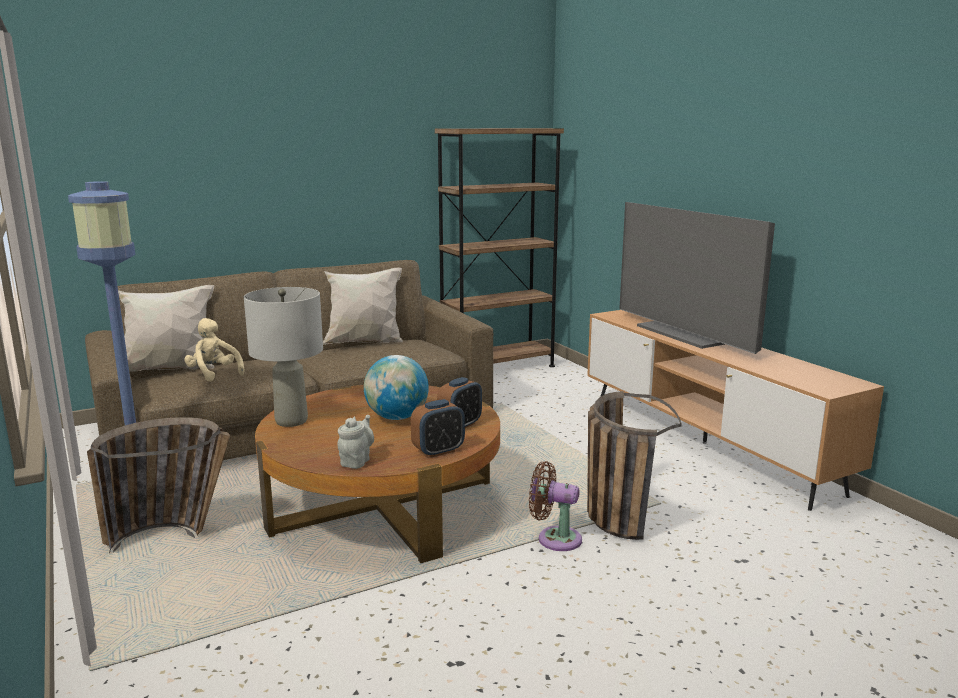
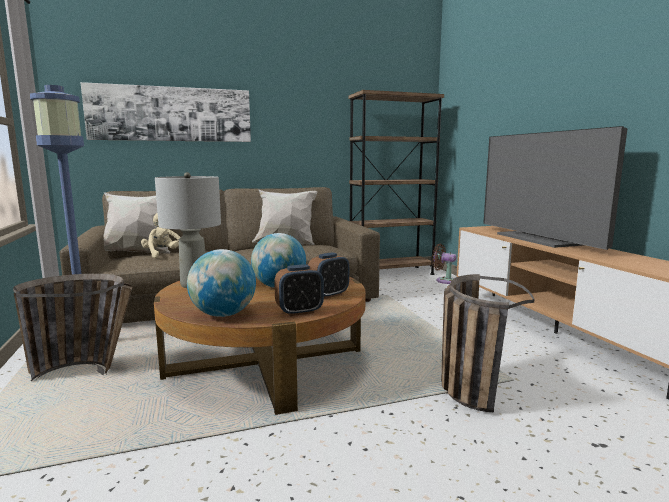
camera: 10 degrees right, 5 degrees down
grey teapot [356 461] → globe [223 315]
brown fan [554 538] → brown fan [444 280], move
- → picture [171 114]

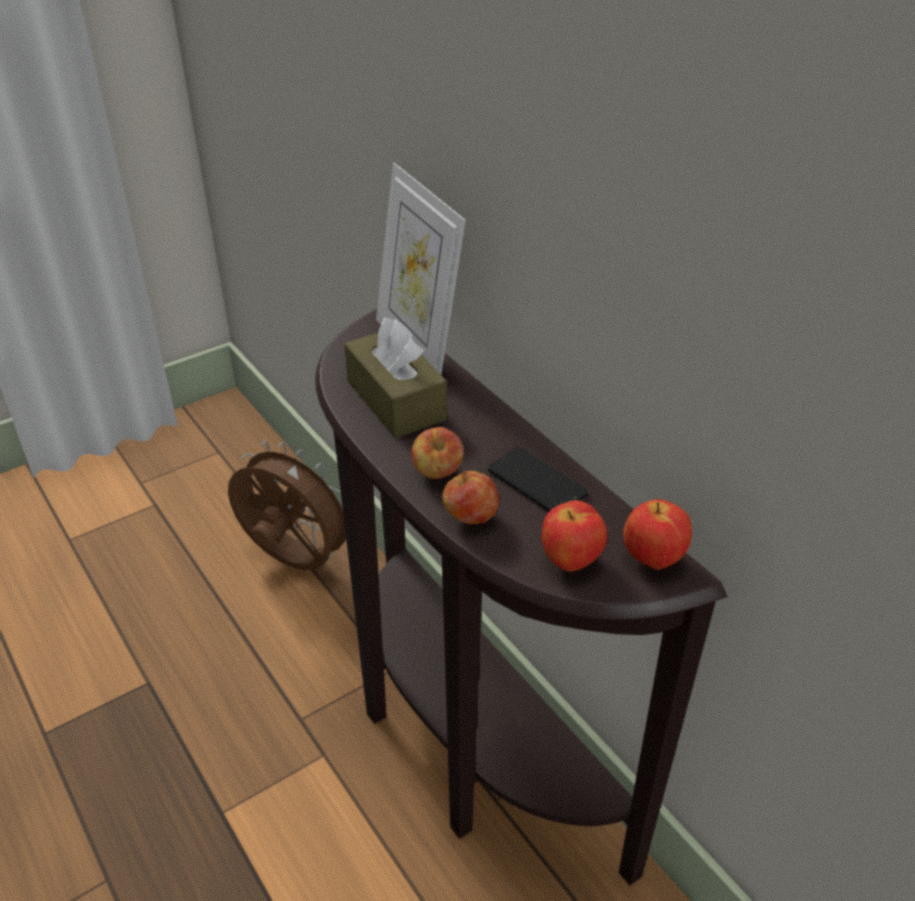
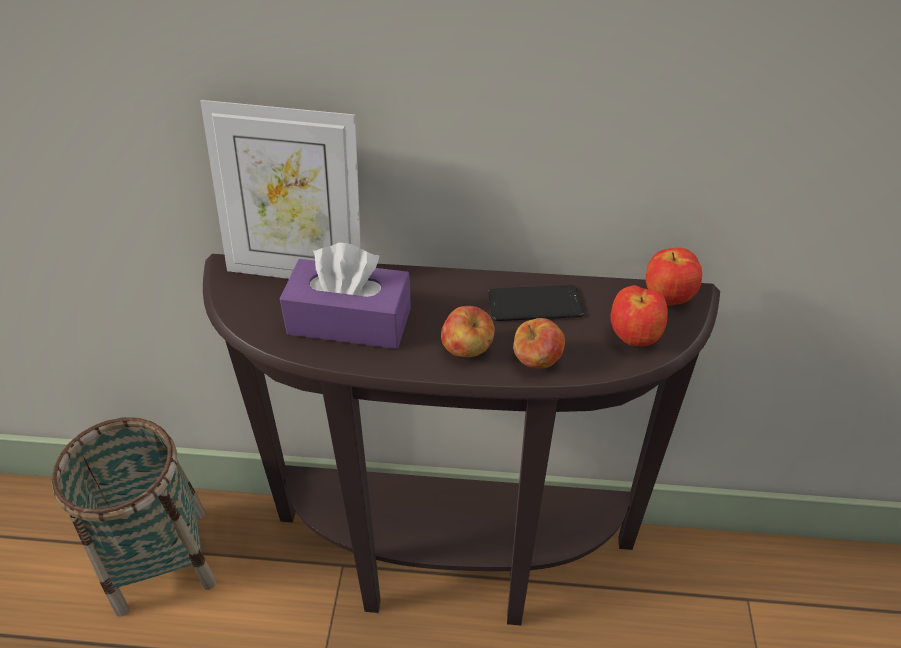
camera: 50 degrees left, 5 degrees up
brown fan [293 561] → basket [162 560]
brown tissue box [396 400] → purple tissue box [349 321]

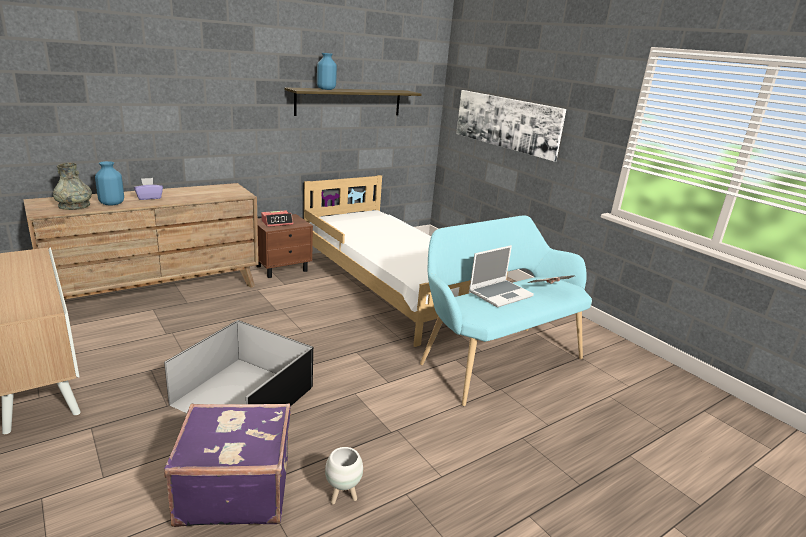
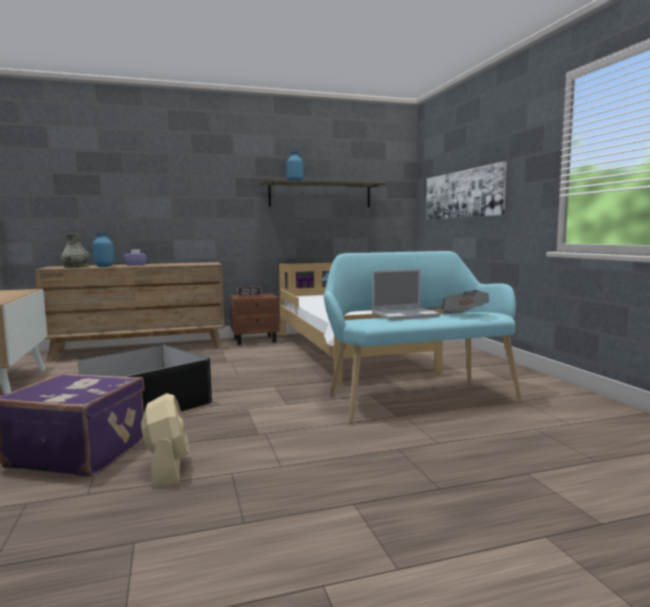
camera: 20 degrees right, 15 degrees down
white planter [342 496] → beige fan [167 468]

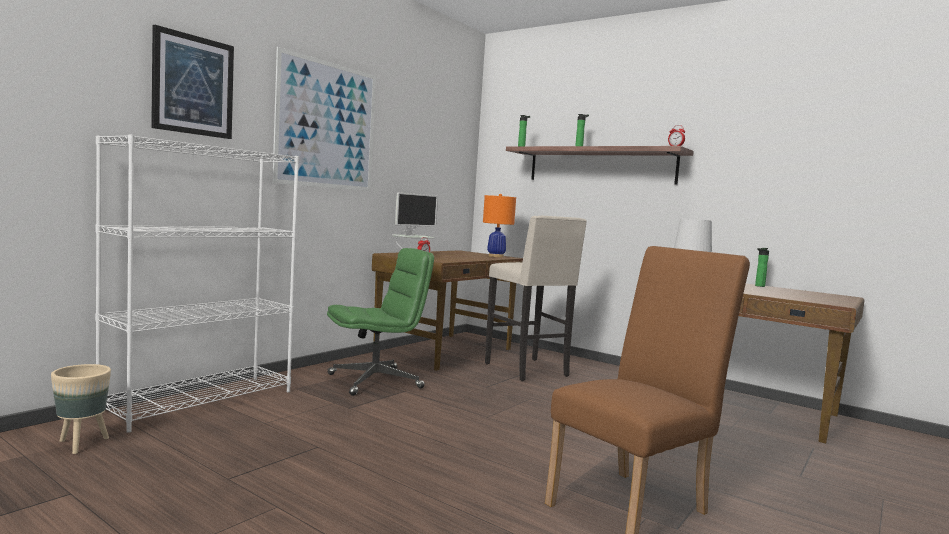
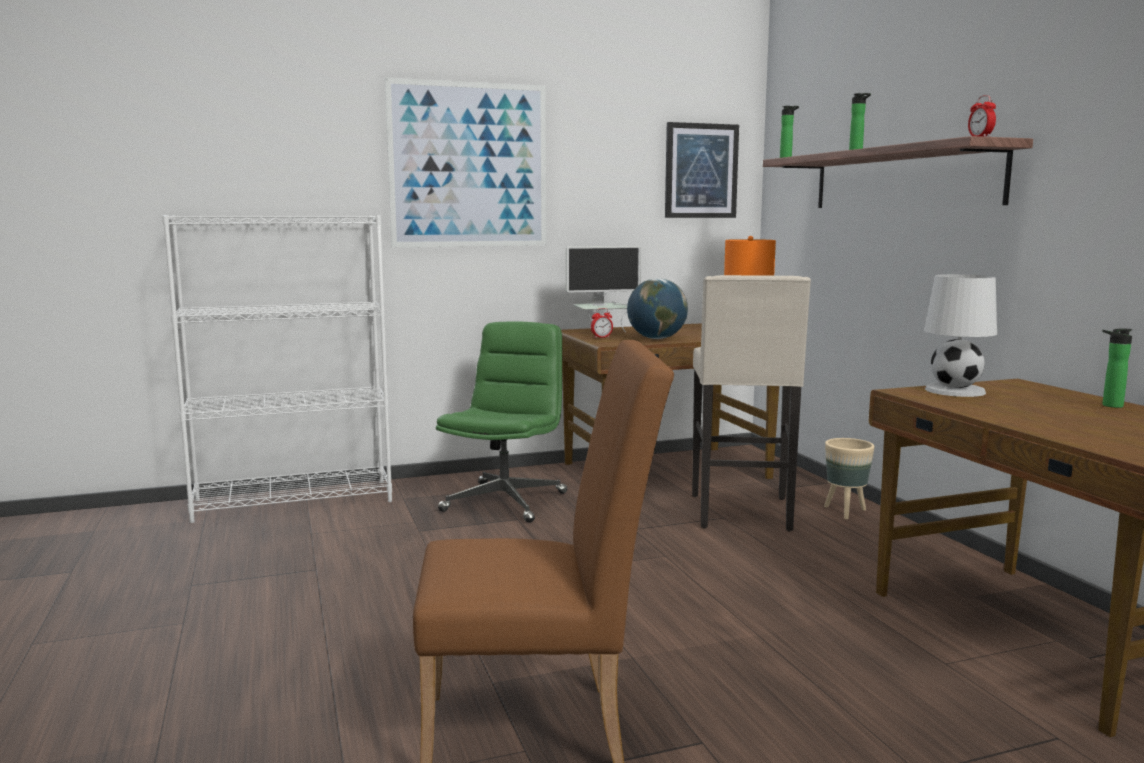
camera: 35 degrees right, 5 degrees up
beige planter [81 444] → beige planter [845 512], move
picture [193 85] → picture [701 171], move
green office chair [376 381] → green office chair [505 501], 75 degrees counterclockwise
- → globe [656 338]

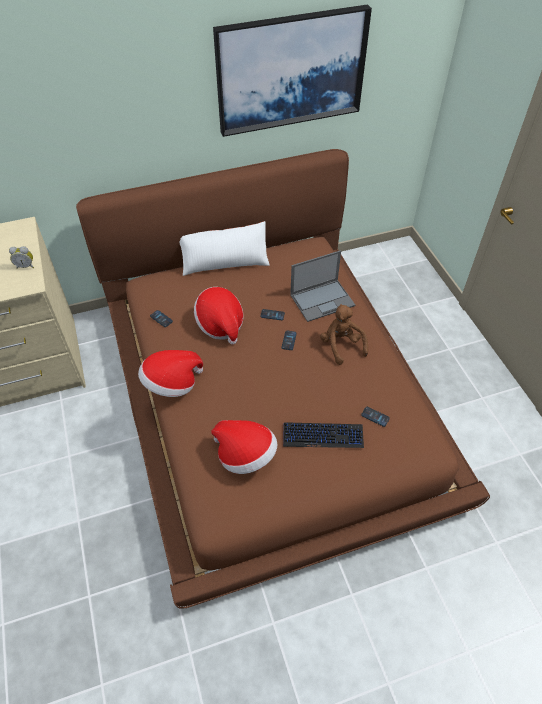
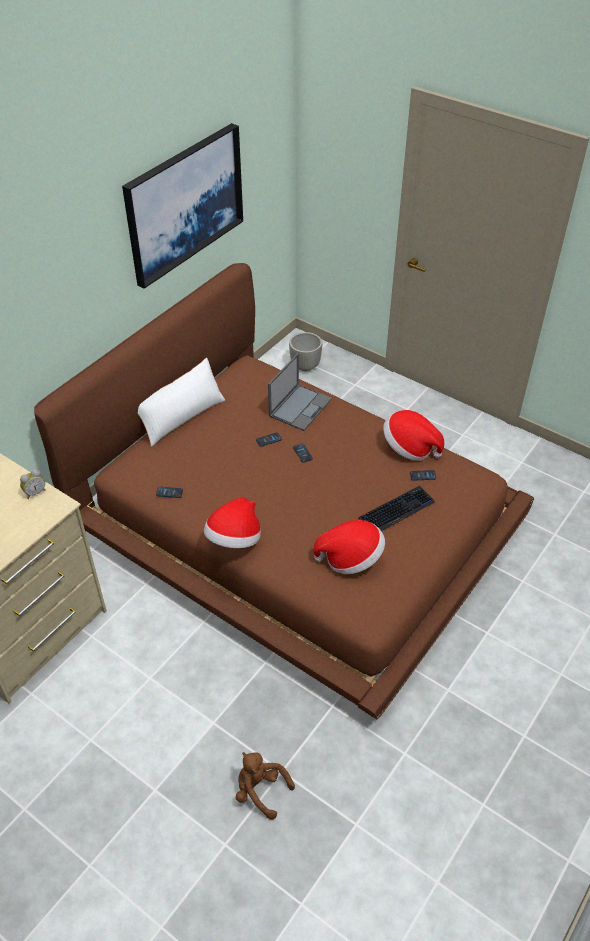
camera: 35 degrees left, 5 degrees down
hat [220 324] → hat [409 448], move
brown plush toy [341 345] → brown plush toy [260 791], move
- → grey planter [305 366]

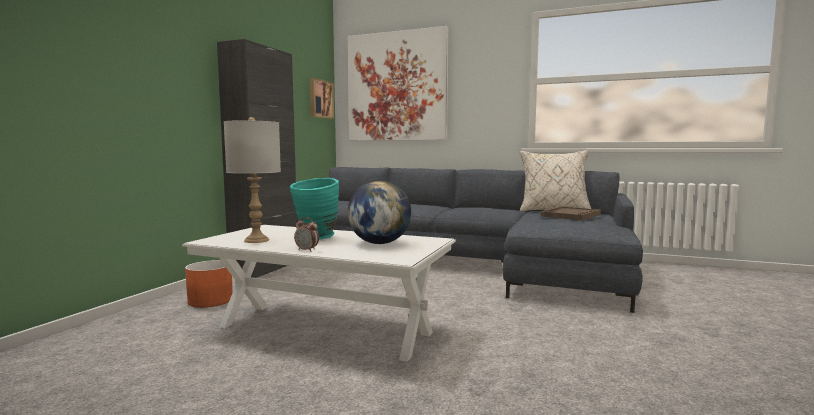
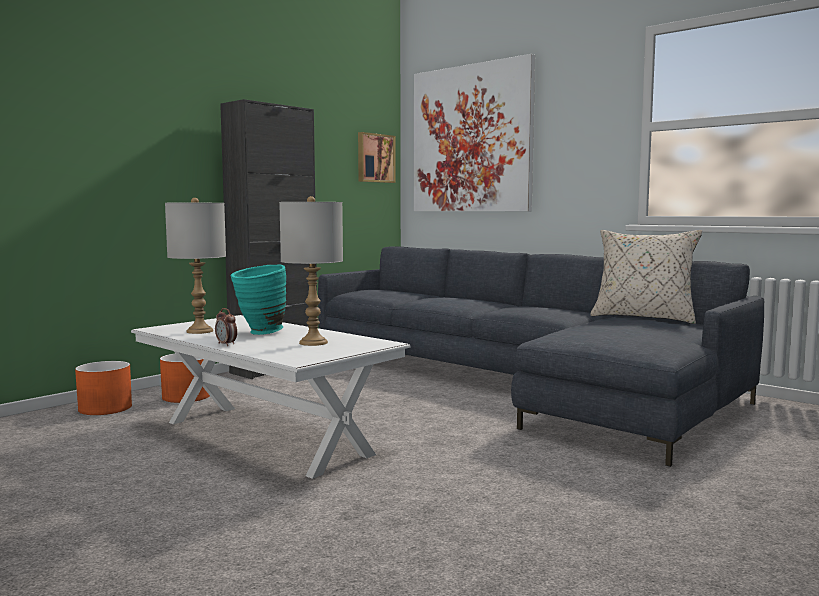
camera: 20 degrees right, 0 degrees up
globe [379 243] → grey table lamp [313 342]
brown tray [570 215] → -
- → orange planter [105 408]

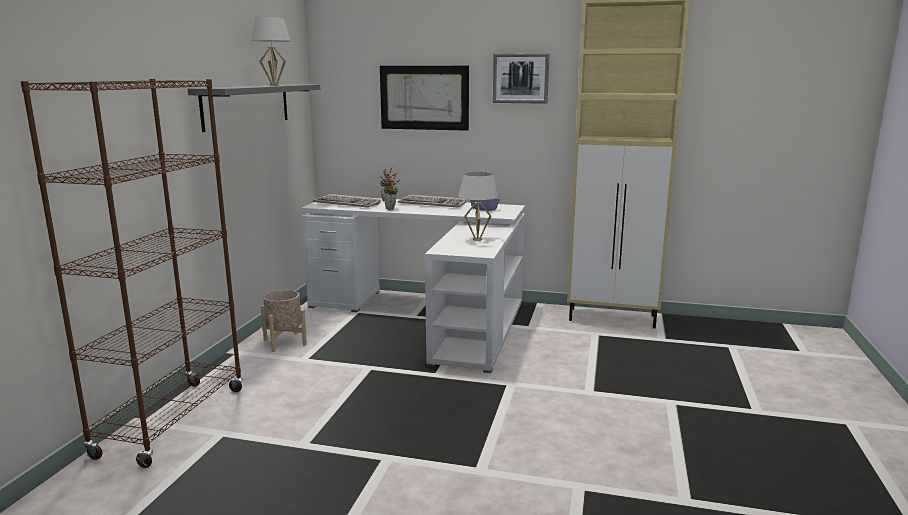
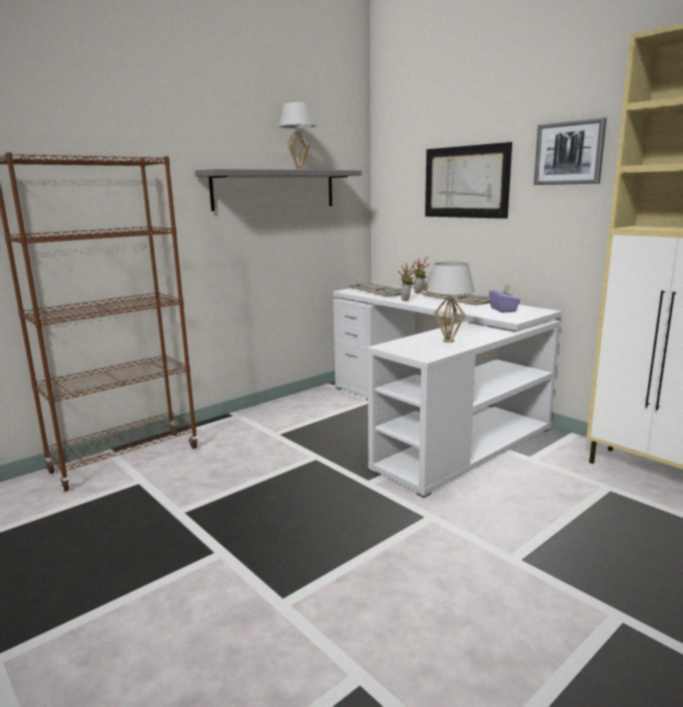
camera: 35 degrees right, 0 degrees up
beige planter [285 342] → -

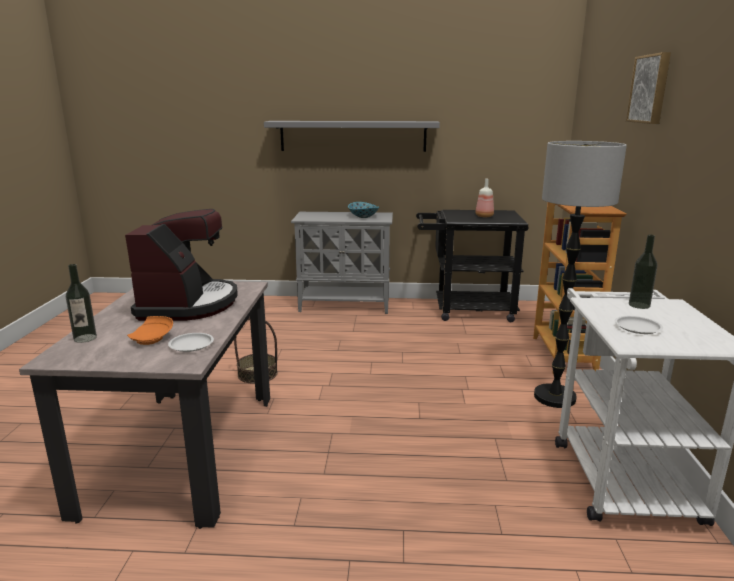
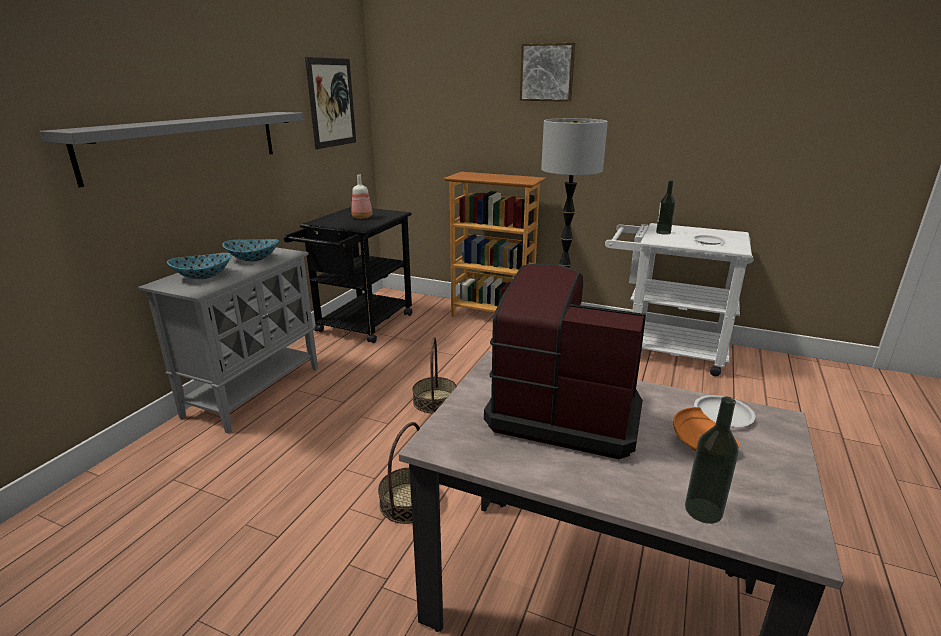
camera: 70 degrees left, 5 degrees up
- → bowl [203 276]
- → picture [332 103]
- → basket [435 401]

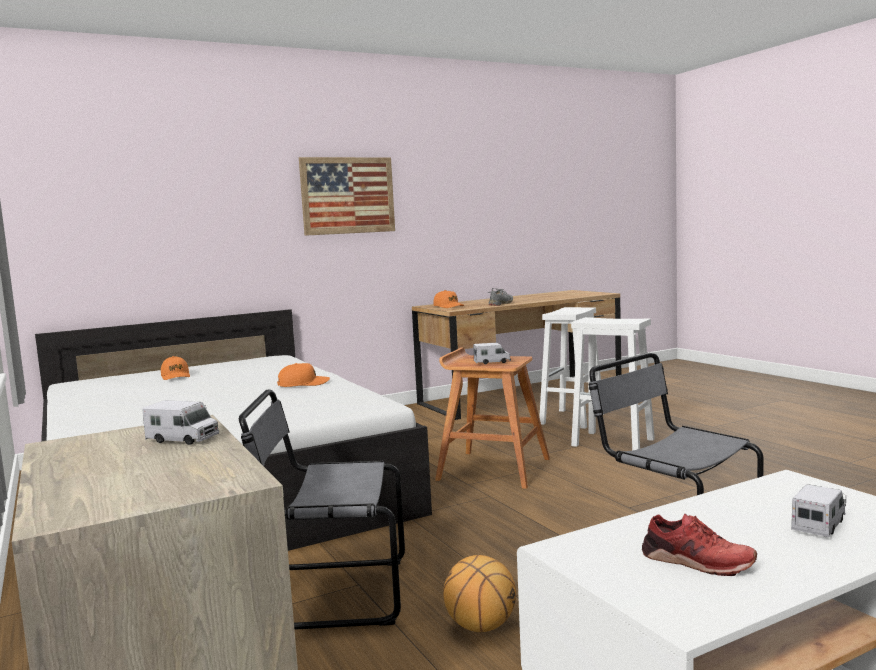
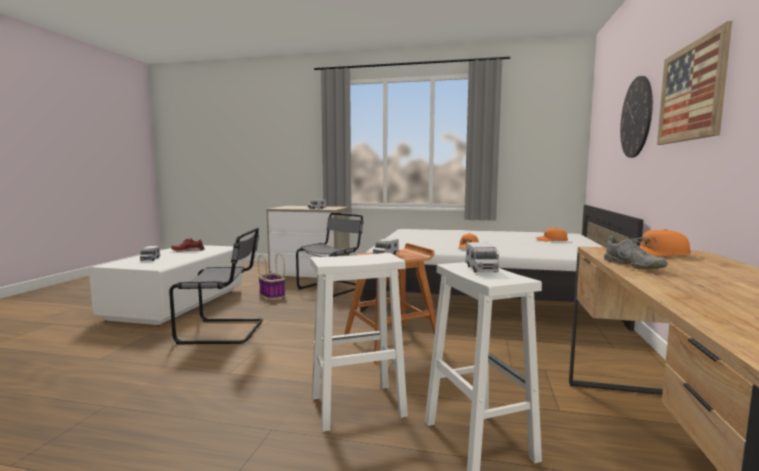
camera: 130 degrees right, 0 degrees up
basketball [481 627] → basket [271 294]
- → toy truck [481 269]
- → wall clock [636 117]

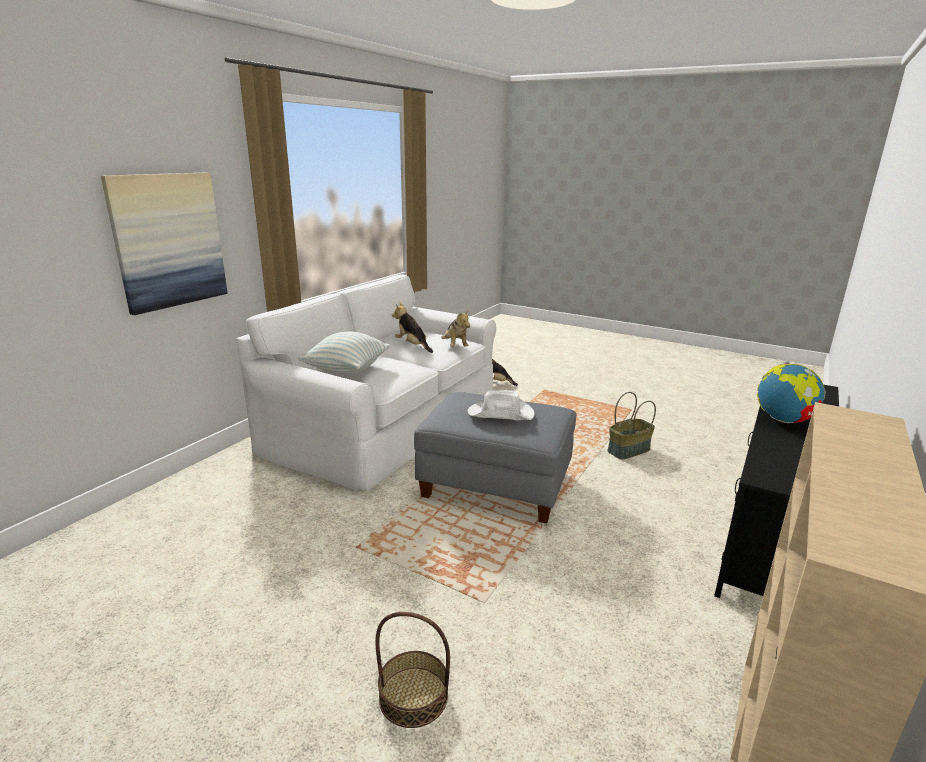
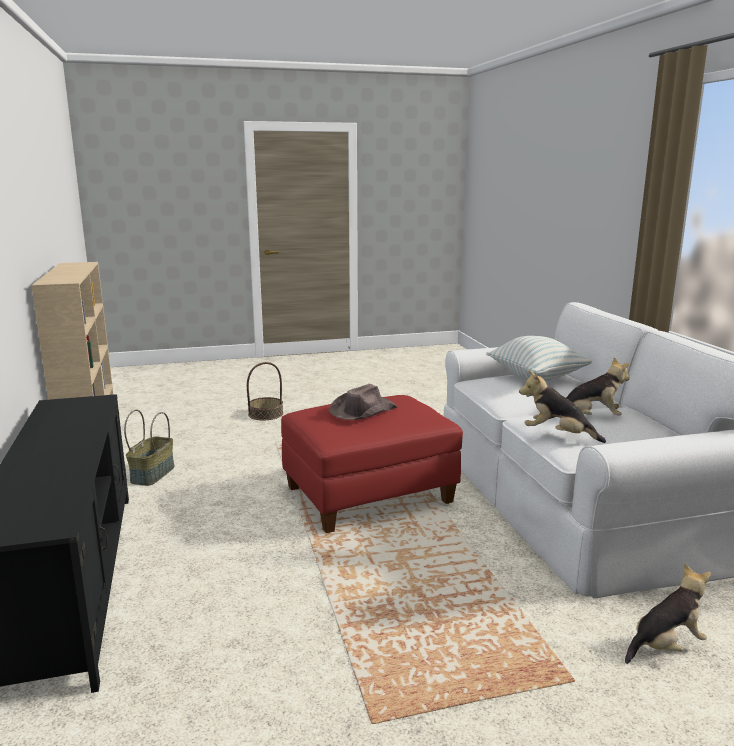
camera: 135 degrees right, 5 degrees down
picture [168 241] → -
grey ottoman [495 486] → red ottoman [368 495]
white hat [501 414] → brown hat [362 410]
basket [629 450] → basket [152 474], move
globe [784 420] → -

